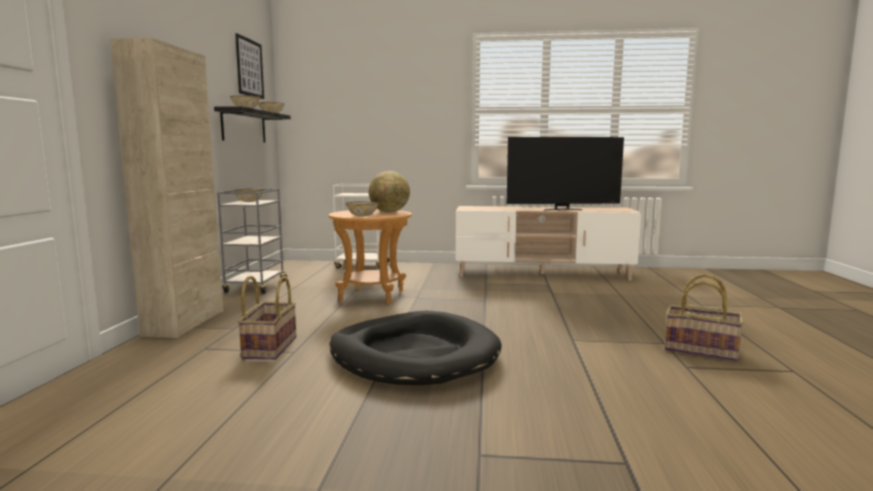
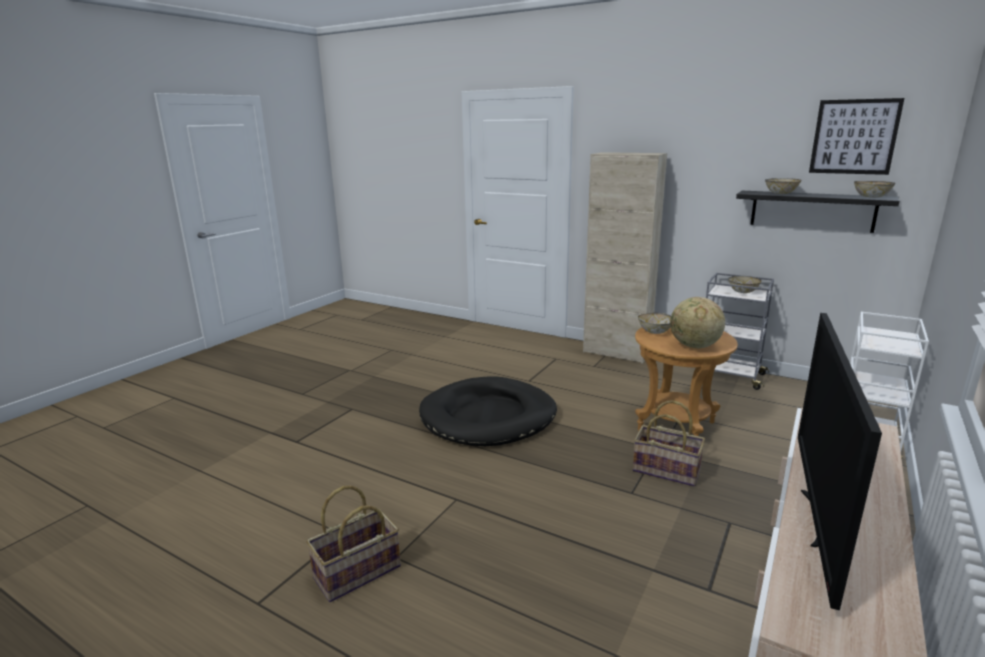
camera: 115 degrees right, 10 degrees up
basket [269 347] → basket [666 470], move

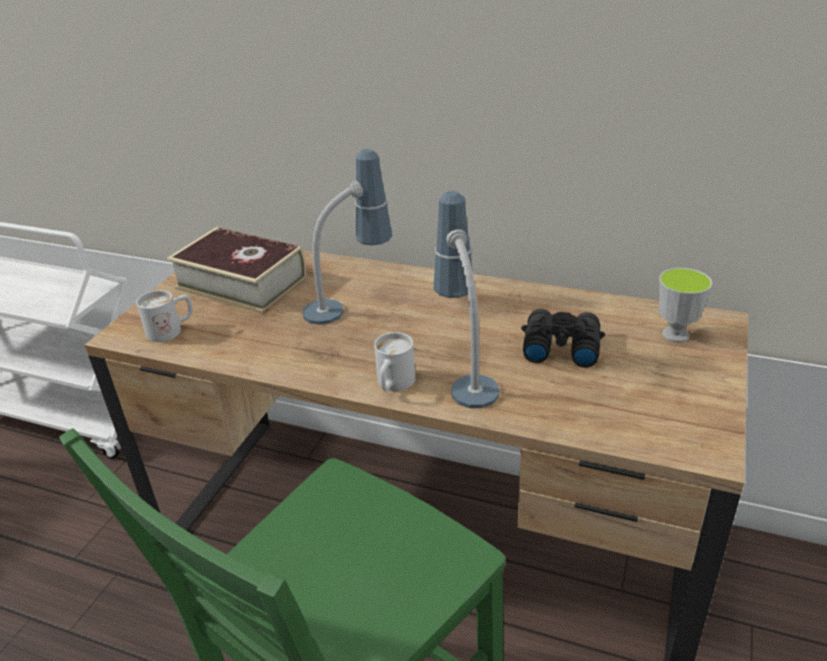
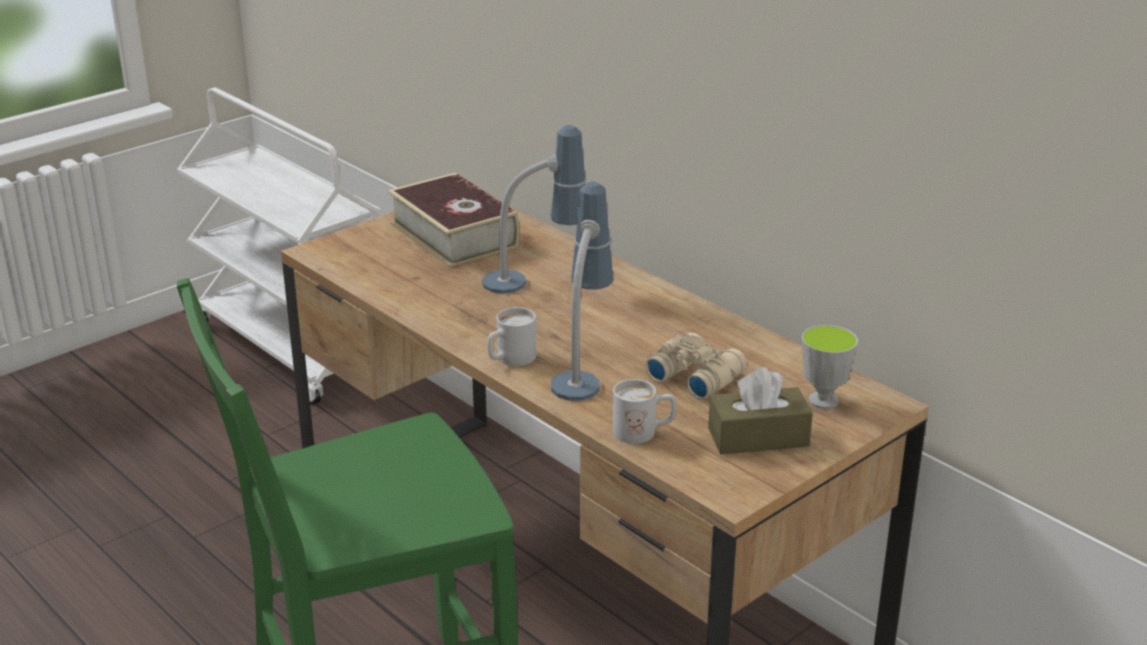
camera: 25 degrees right, 5 degrees down
white mug [171 330] → white mug [643 432], move
black binoculars [559 346] → beige binoculars [695 376]
- → brown tissue box [758 437]

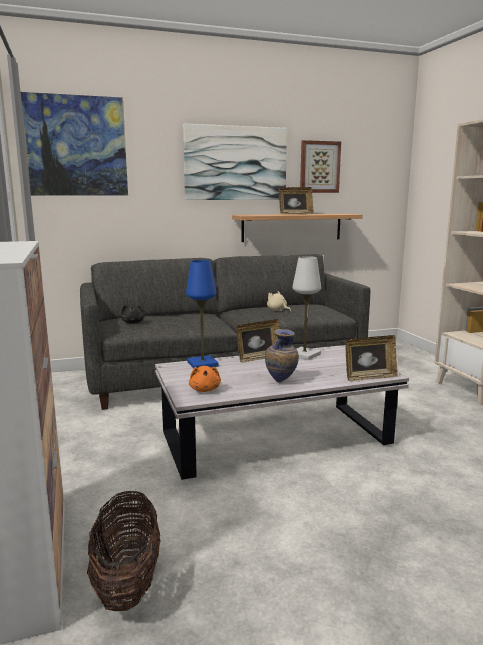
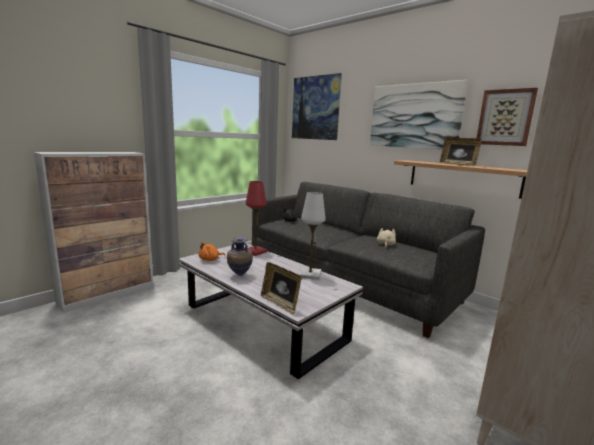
camera: 60 degrees right, 0 degrees up
basket [127 581] → -
blue table lamp [202 364] → red table lamp [255 251]
picture frame [259 358] → -

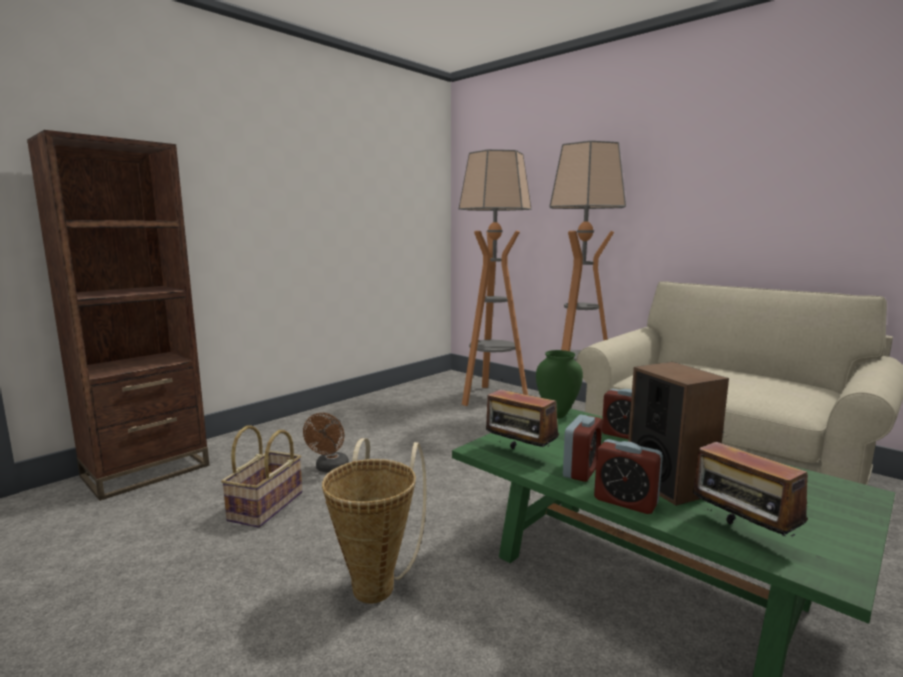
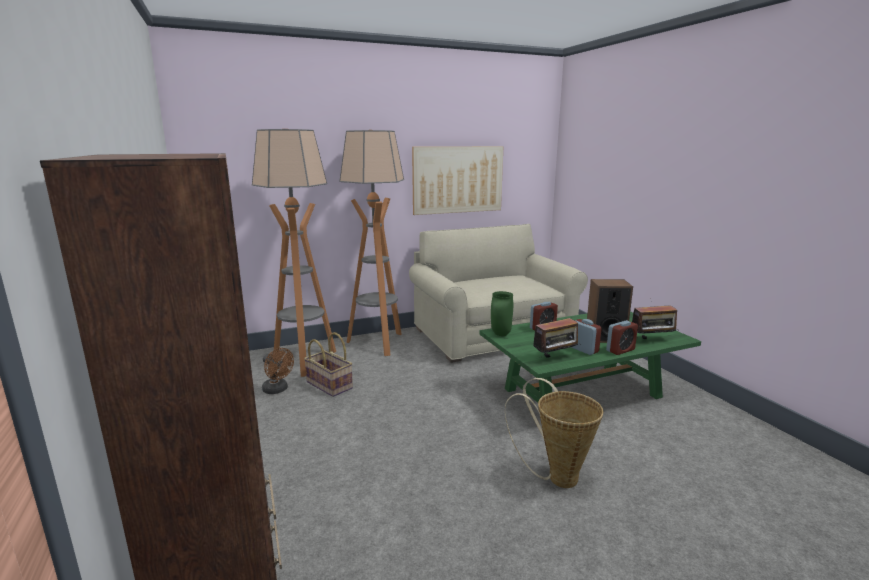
camera: 65 degrees left, 5 degrees up
basket [267 507] → basket [330 385], move
brown fan [330 469] → brown fan [278 390], move
- → picture [458 179]

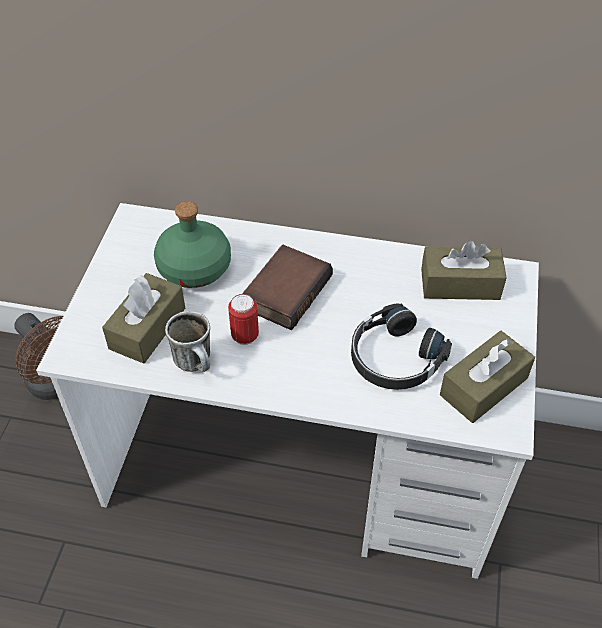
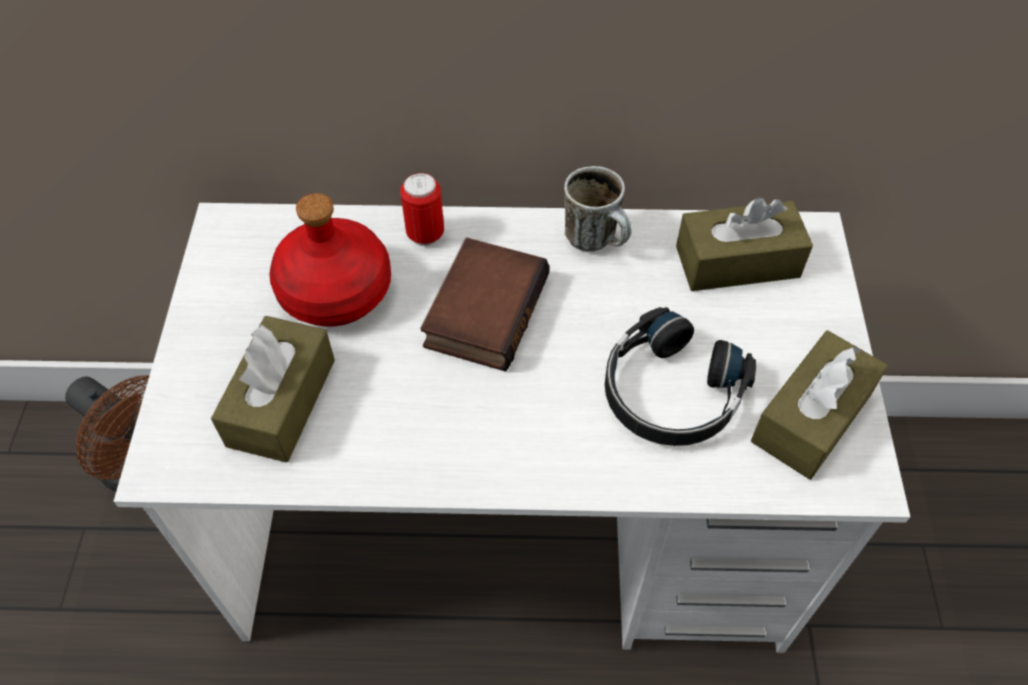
camera: 10 degrees left, 5 degrees up
green bottle [194 268] → red bottle [335 292]
mug [197 364] → mug [597 241], move
can [245 336] → can [425 234], move

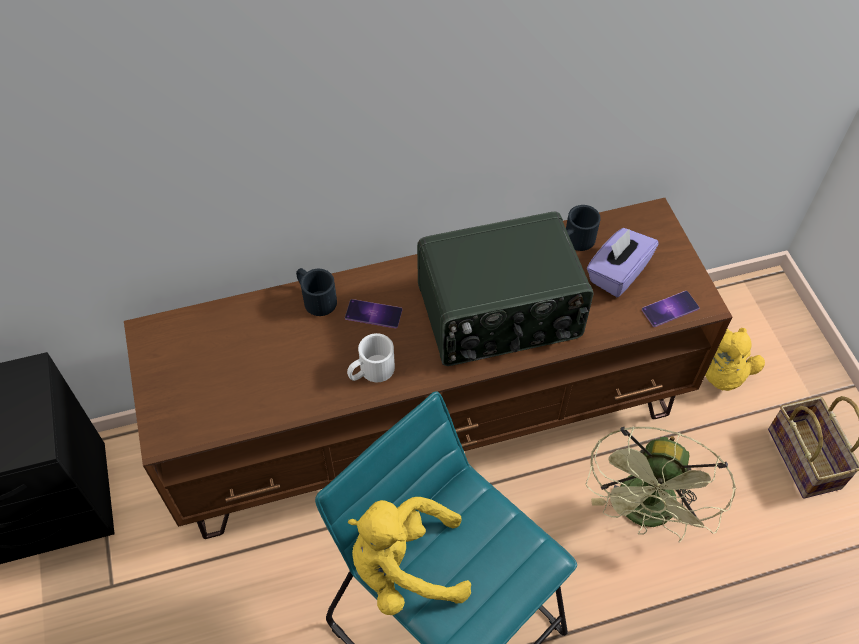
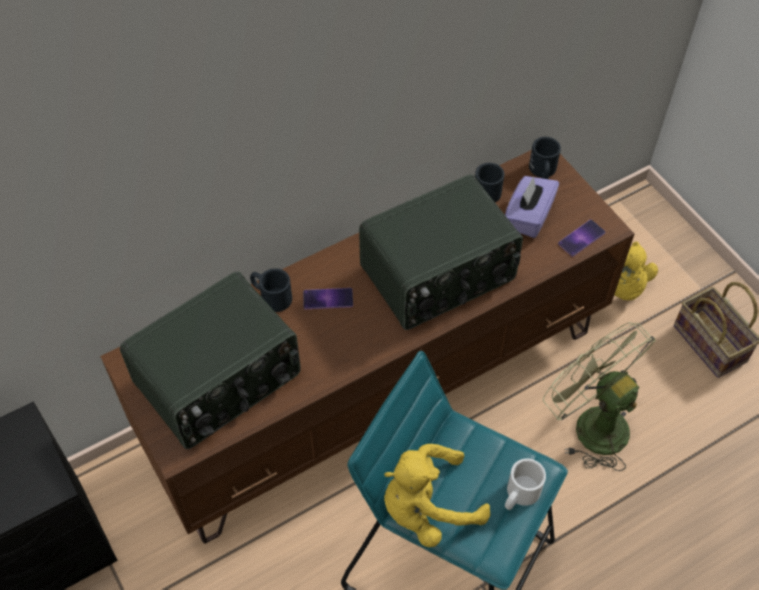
camera: 15 degrees left, 0 degrees up
white mug [370 372] → white mug [519 495], move
green fan [645 514] → green fan [591 423], 135 degrees clockwise
- → radio [219 381]
- → black mug [543 172]

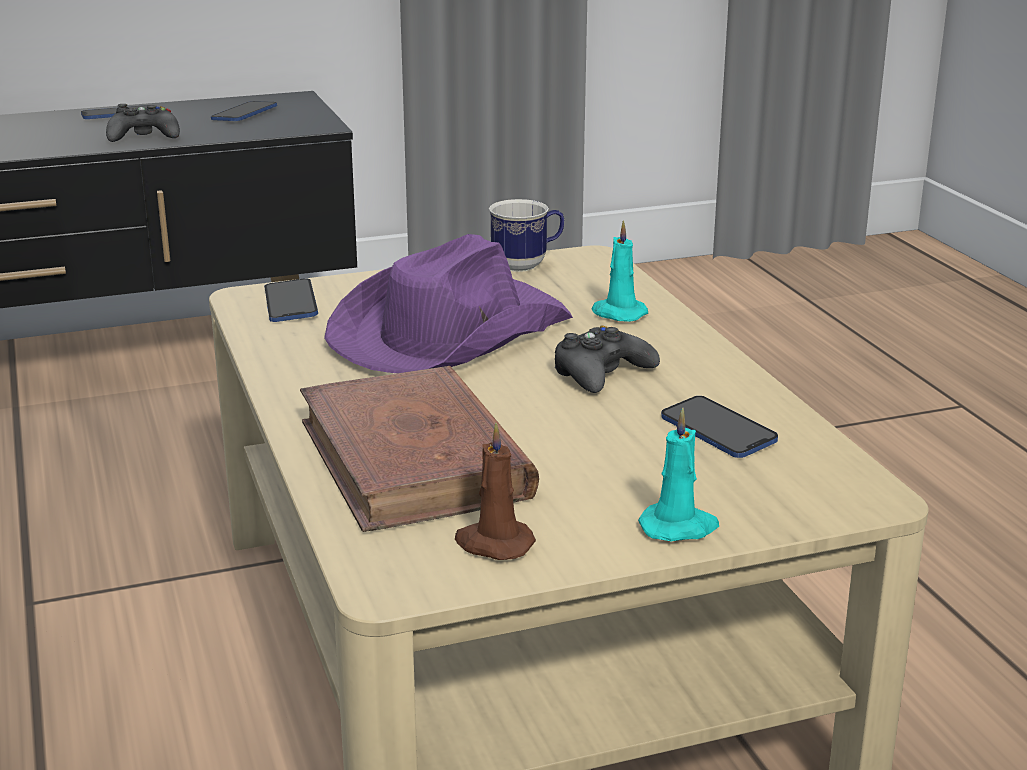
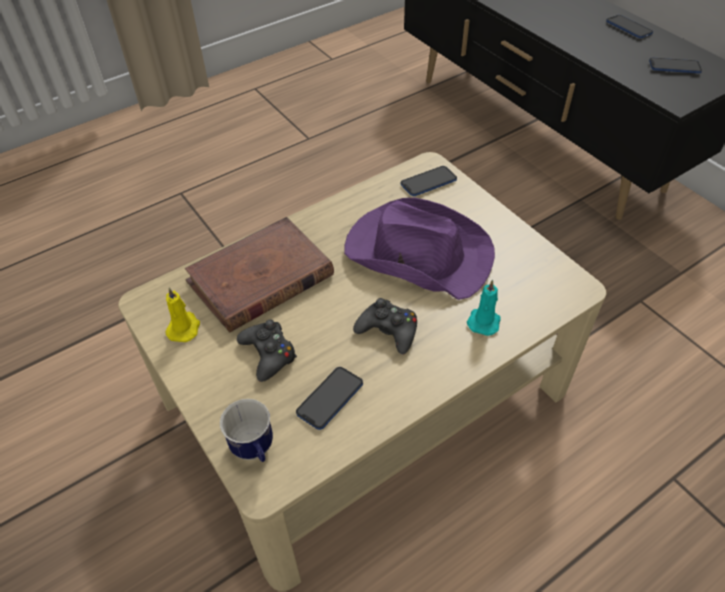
camera: 75 degrees right, 25 degrees up
black game controller [144 136] → black game controller [269 354], move
brown candle [493 544] → yellow candle [184 328]
mug [527 265] → mug [255 450], move
turquoise candle [679 527] → -

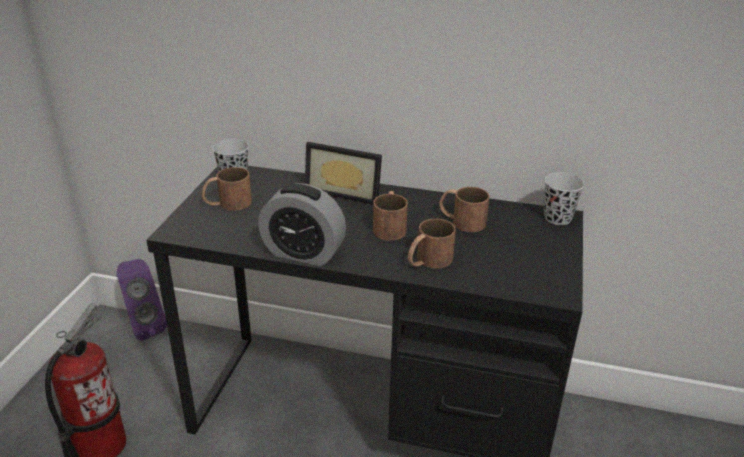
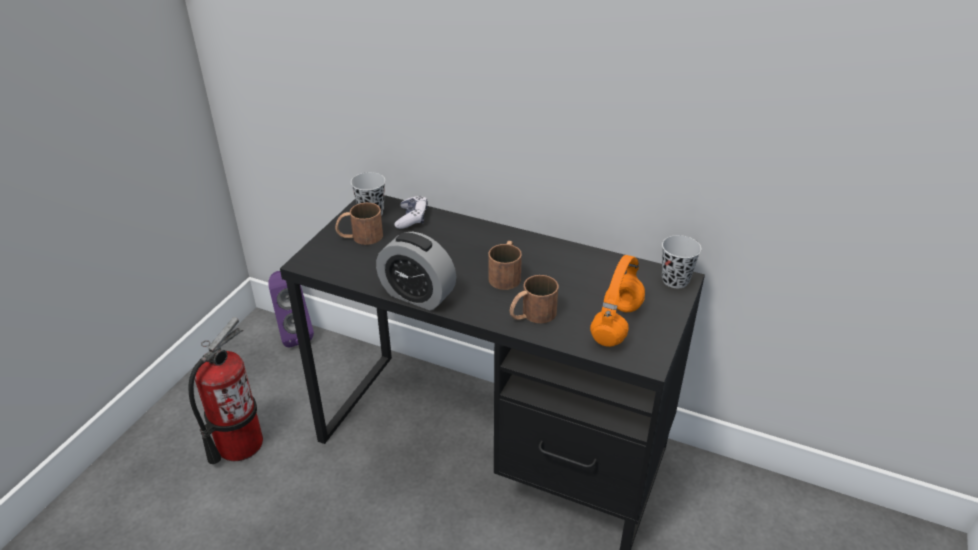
camera: 10 degrees right, 5 degrees up
picture frame [345 192] → -
brown mug [461 221] → -
- → game controller [412 218]
- → orange headphones [616 325]

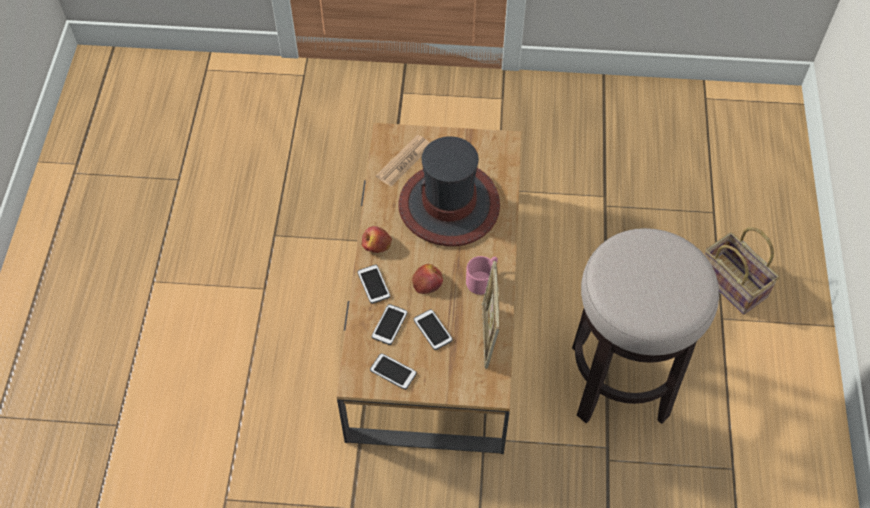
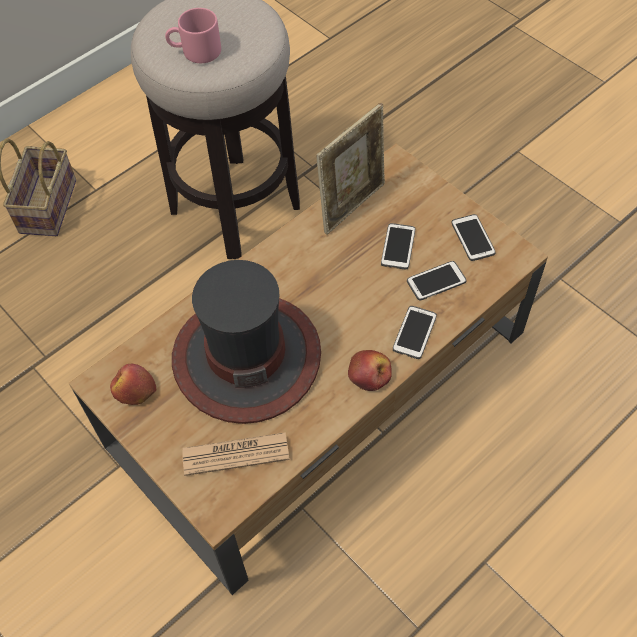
camera: 135 degrees left, 0 degrees up
apple [427 282] → apple [134 390], move
pink mug [483 278] → pink mug [195 51], move

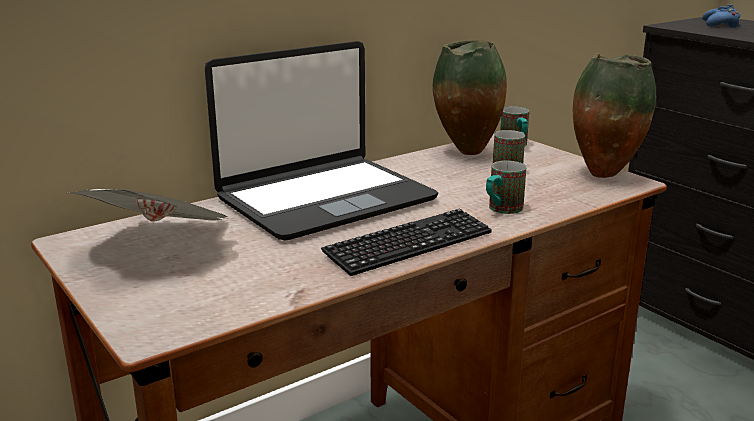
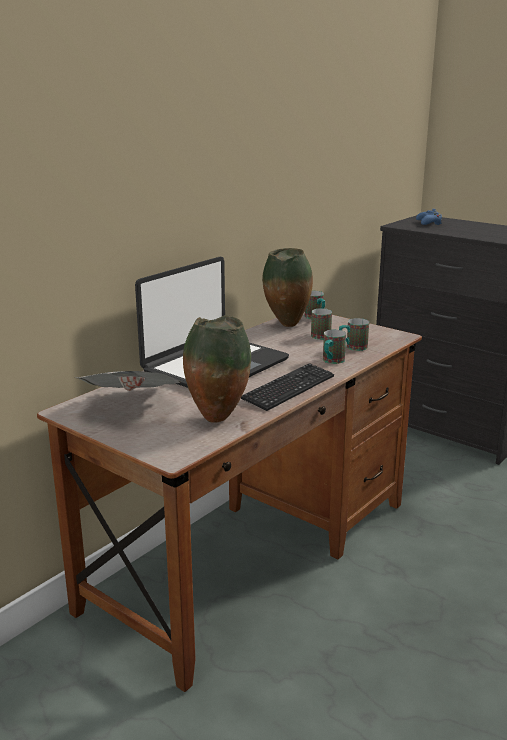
camera: 15 degrees left, 0 degrees up
vase [604 174] → vase [217 418], move
- → mug [352 348]

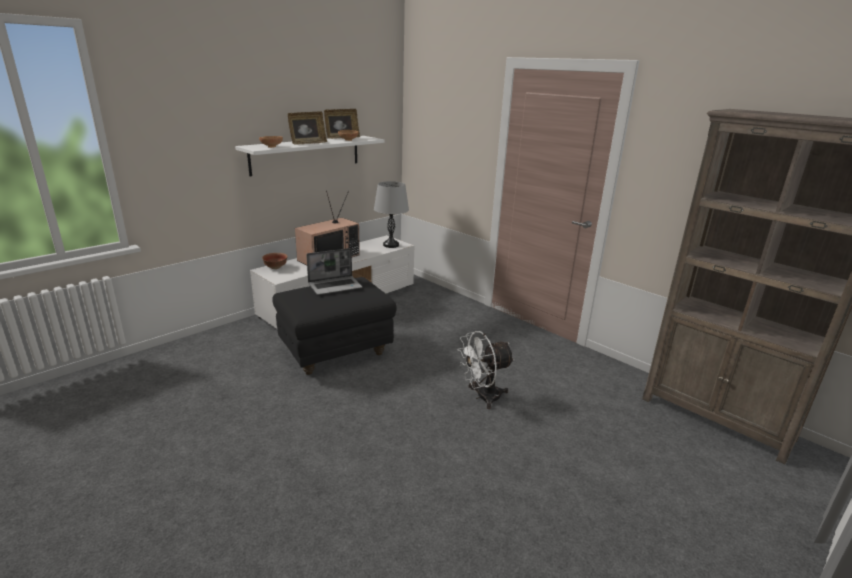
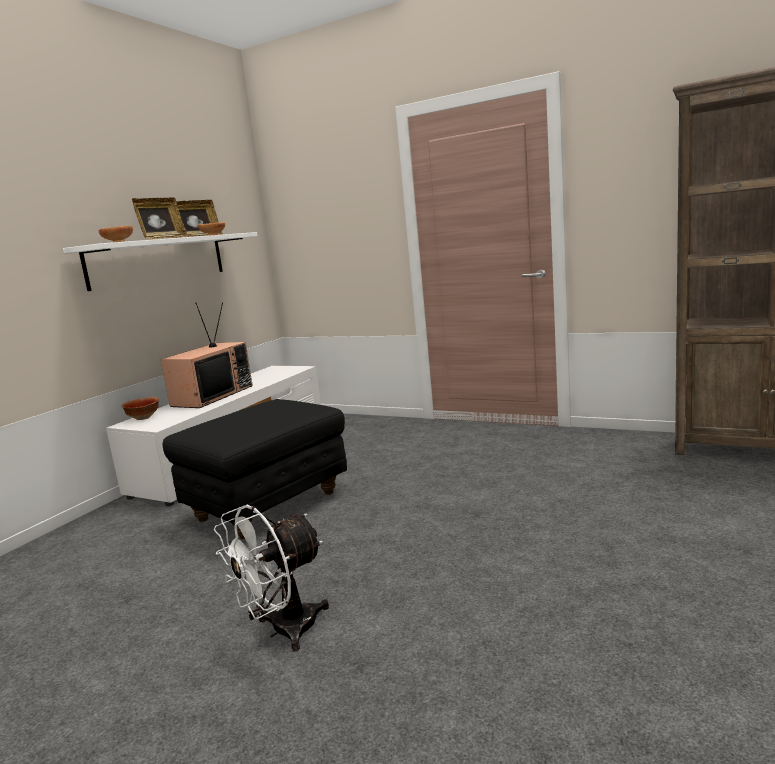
camera: 15 degrees left, 10 degrees down
laptop [335 286] → -
grey table lamp [391 245] → -
white fan [482 397] → white fan [283 631], move

